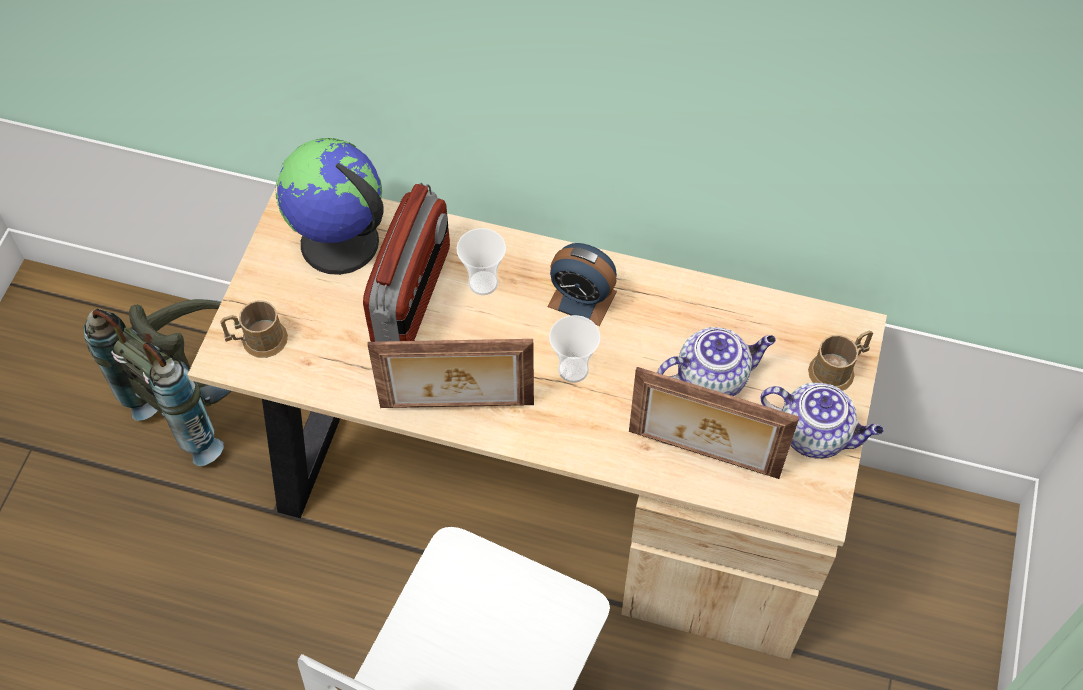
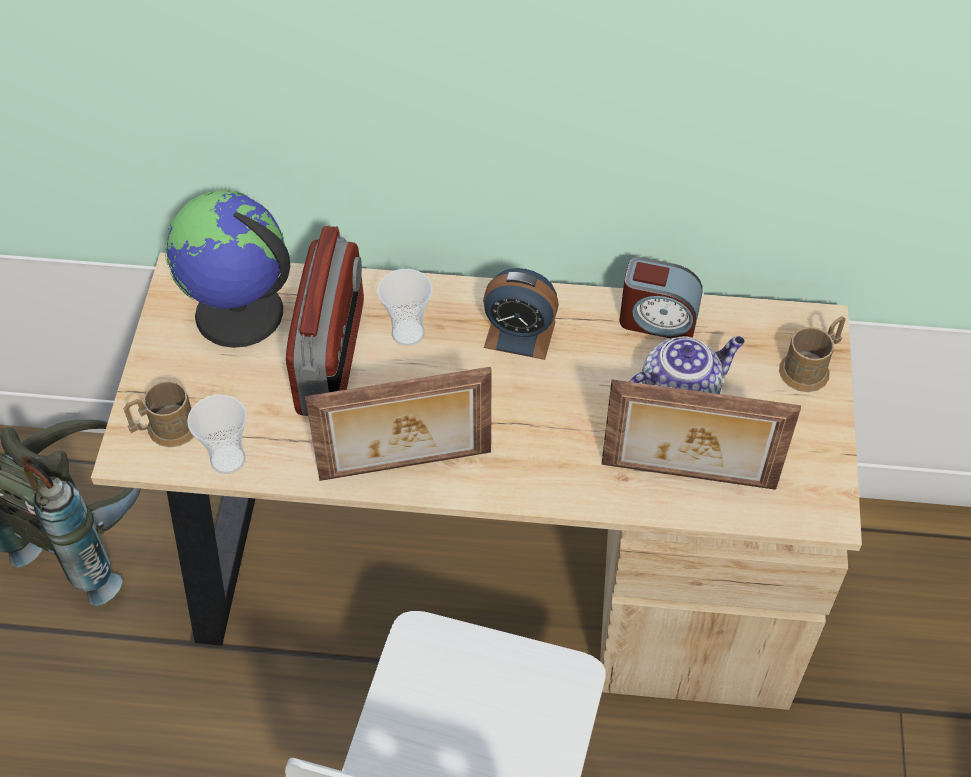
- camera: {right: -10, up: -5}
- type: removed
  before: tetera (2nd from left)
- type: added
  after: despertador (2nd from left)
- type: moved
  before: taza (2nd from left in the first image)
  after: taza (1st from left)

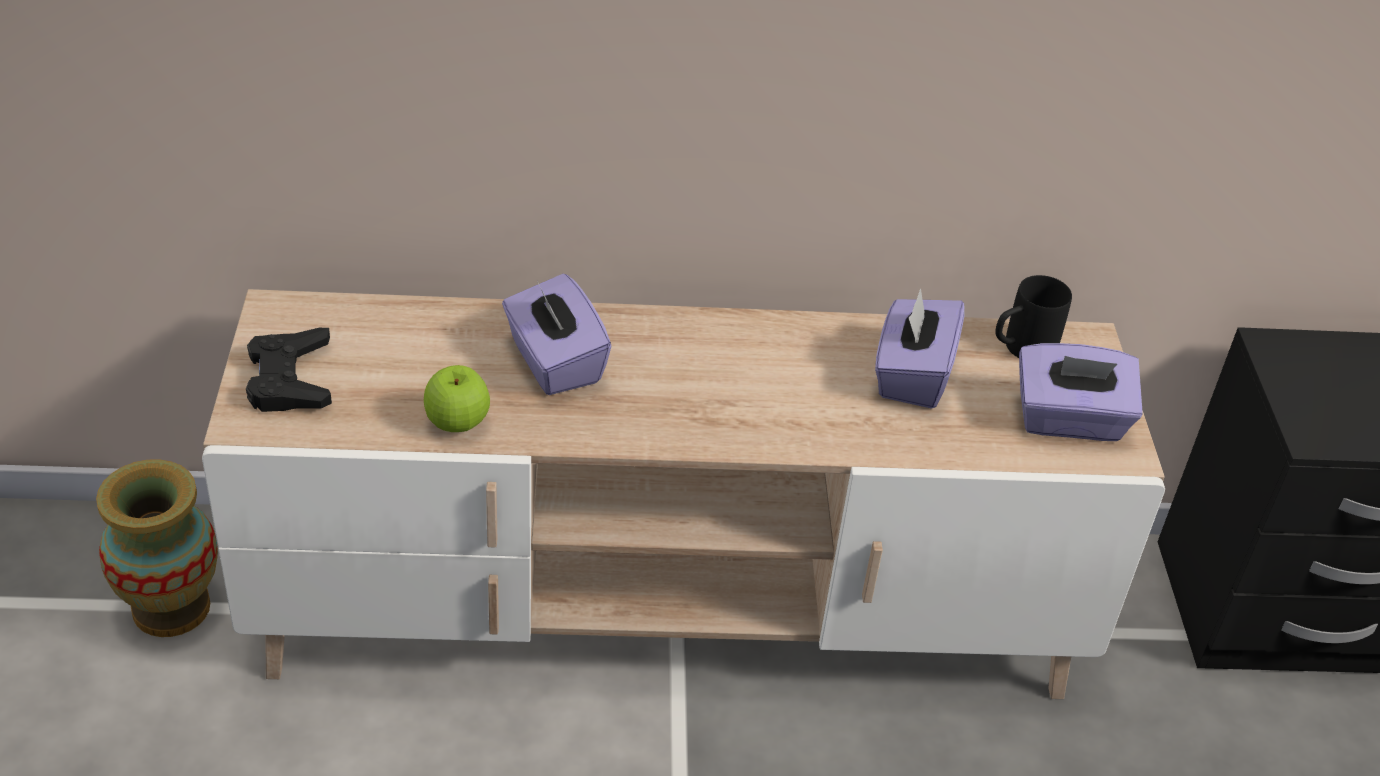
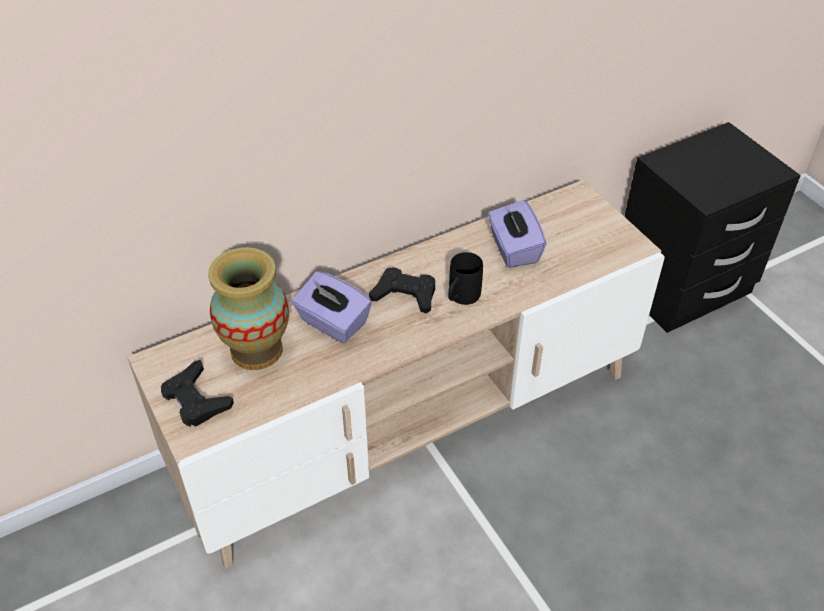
- camera: {right: -25, up: 5}
- type: removed
  before: manzana
- type: removed
  before: caja de pañuelos (morado) (3rd from left)
- type: added
  after: mando de consola (negro) (2nd from left)
- type: moved
  before: florero
- type: moved
  before: taza grande (negro)

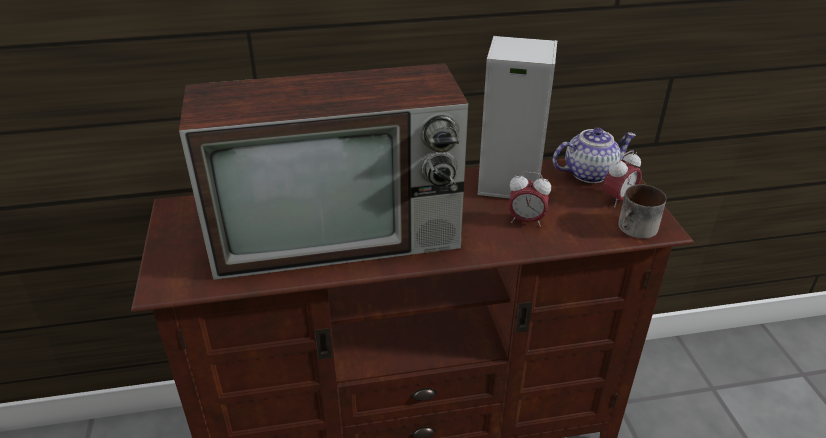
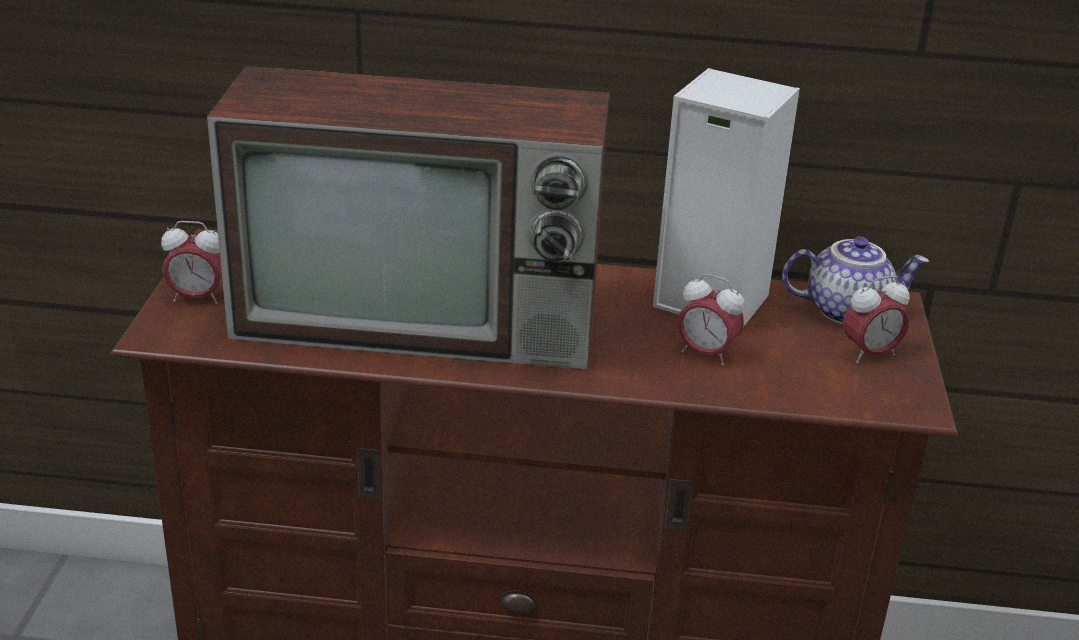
- camera: {right: 15, up: -5}
- type: removed
  before: taza grande
- type: added
  after: despertador (1st from left)

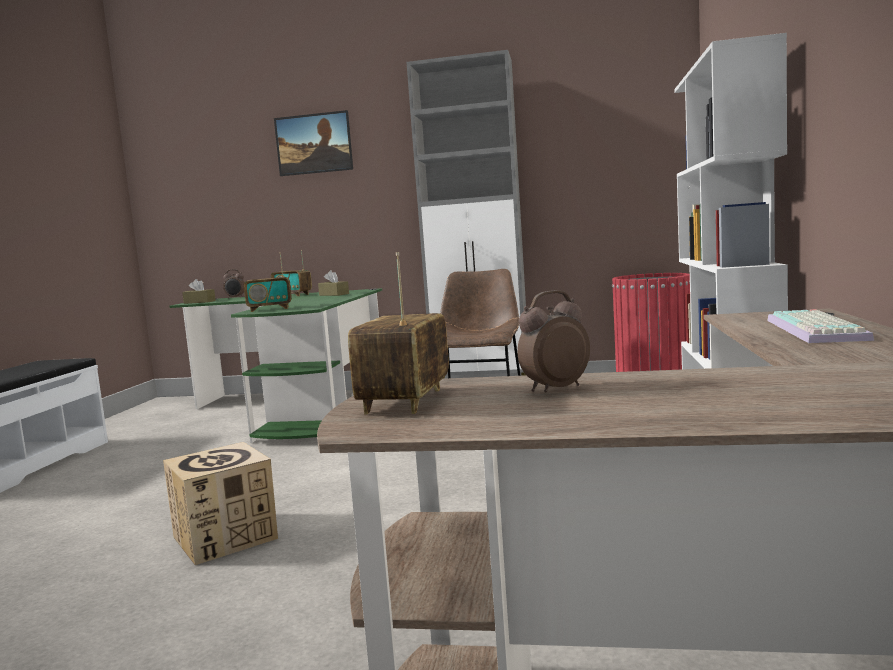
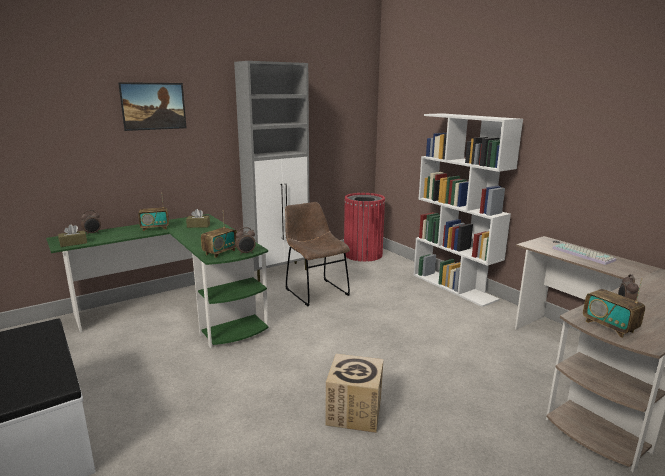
- camera: {right: -45, up: 10}
- type: added
  after: despertador (2nd from left)

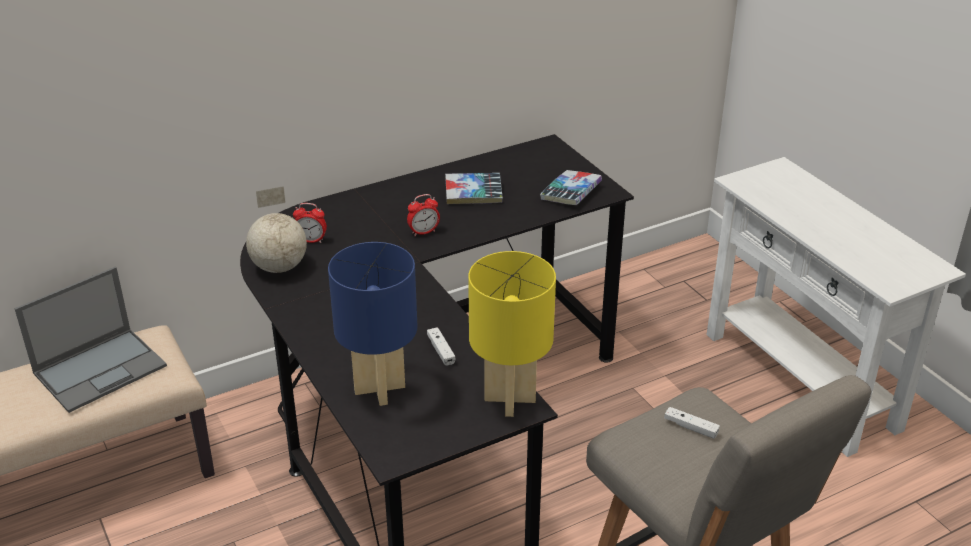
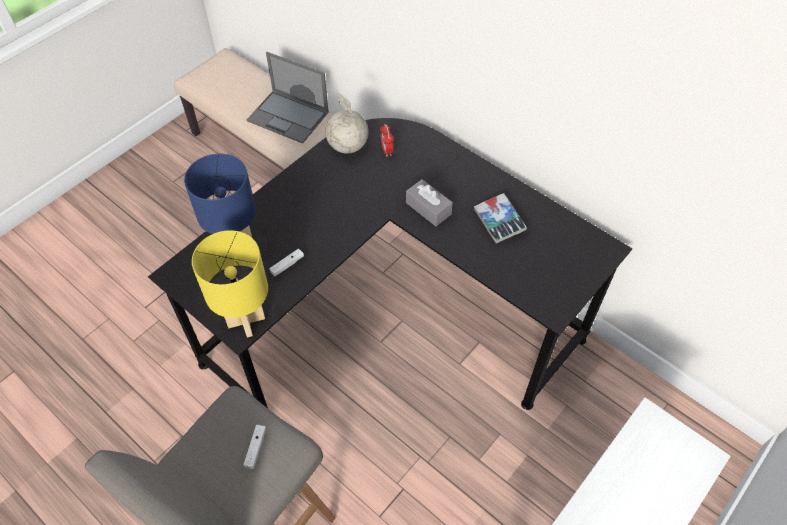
- camera: {right: 70, up: 20}
- type: removed
  before: libro (2nd from left)
- type: replaced
  before: despertador (2nd from left)
  after: caja de pañuelos (gris)

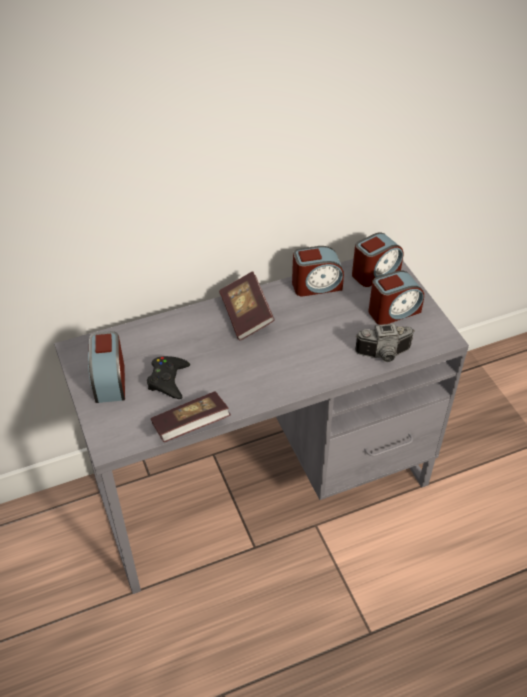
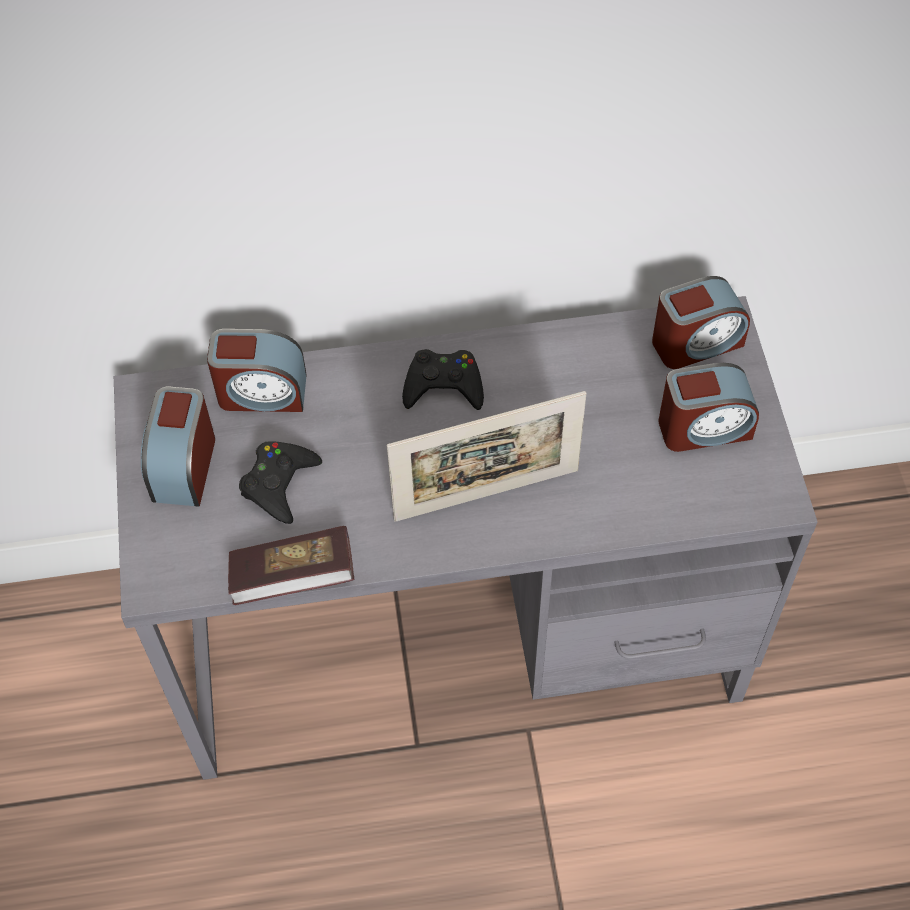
- camera: {right: 15, up: 10}
- type: removed
  before: cámara
- type: added
  after: portarretratos
- type: moved
  before: despertador (2nd from left)
- type: replaced
  before: libro (2nd from left)
  after: mando de consola (negro) (2nd from left)

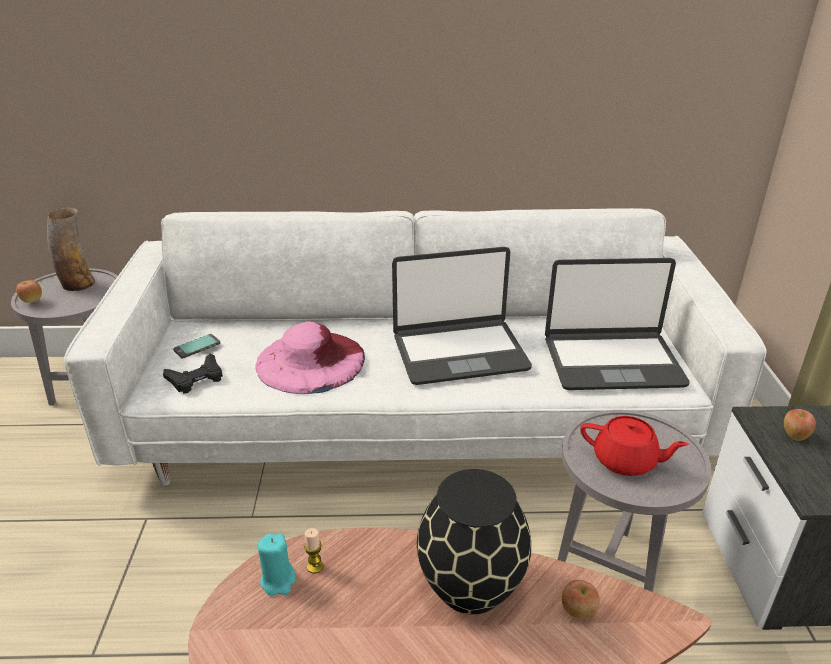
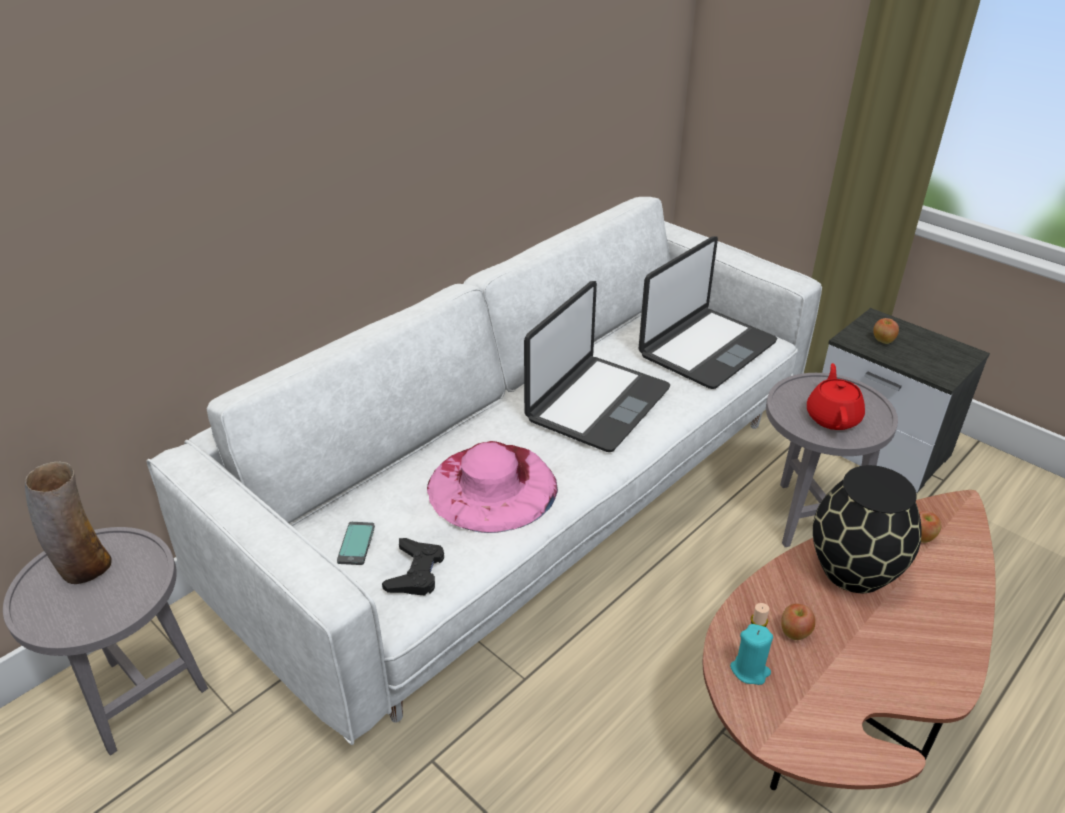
- camera: {right: -45, up: 5}
- type: moved
  before: manzana (1st from left)
- type: turned
  before: tetera (rojo)
  turn: -60

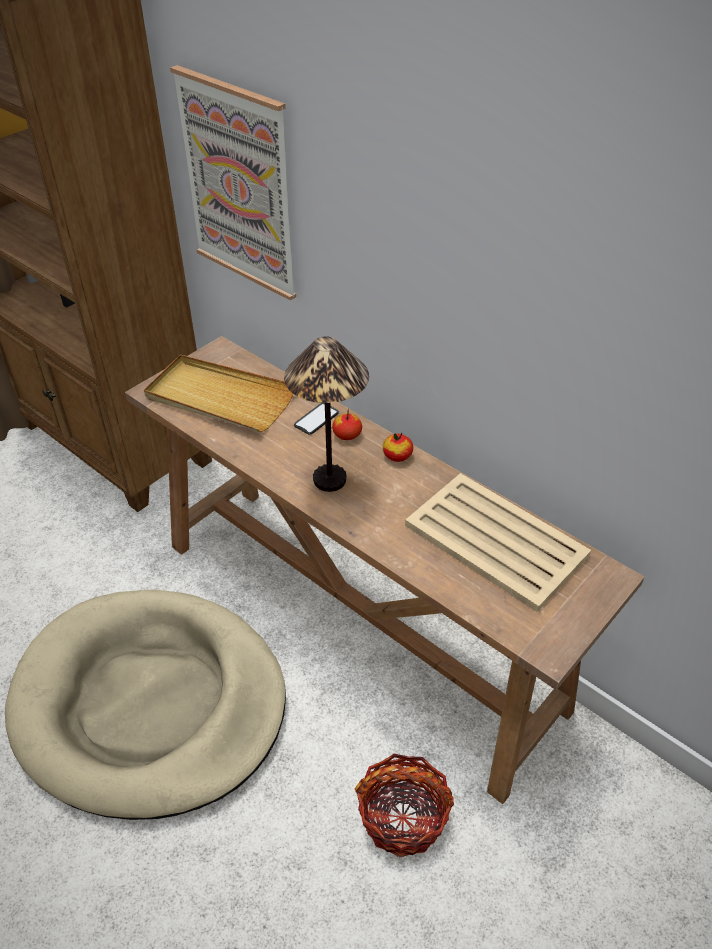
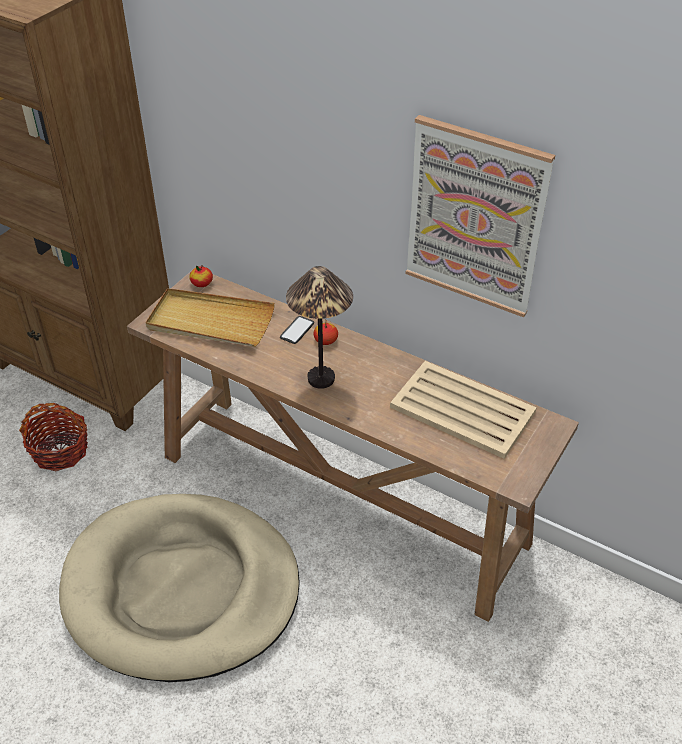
- camera: {right: -10, up: 0}
- type: moved
  before: cuadro
- type: moved
  before: cesta
- type: moved
  before: manzana (2nd from left in the first image)
  after: manzana (1st from left)

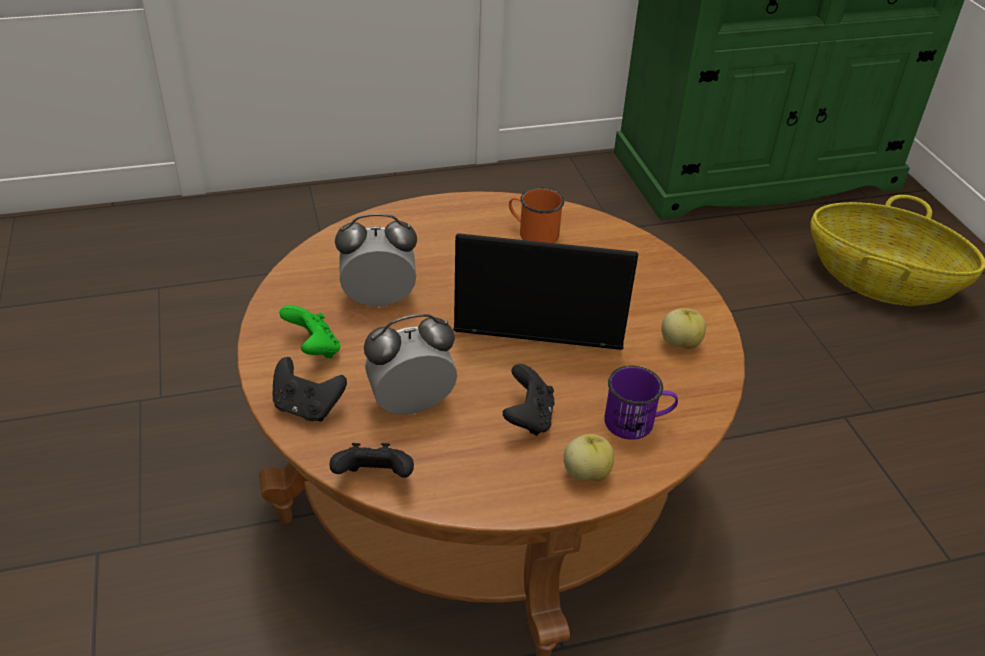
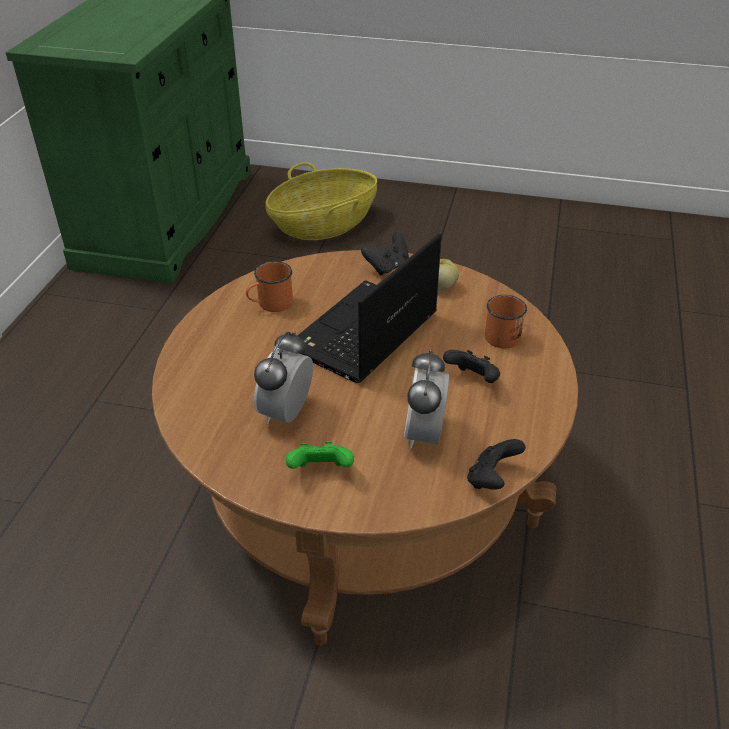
- camera: {right: -60, up: 0}
- type: removed
  before: manzana (1st from left)
- type: moved
  before: mando de consola (negro) (1st from left)
- type: recoloured
  before: taza grande (morado)
  after: taza grande (naranja) (2nd from left)

